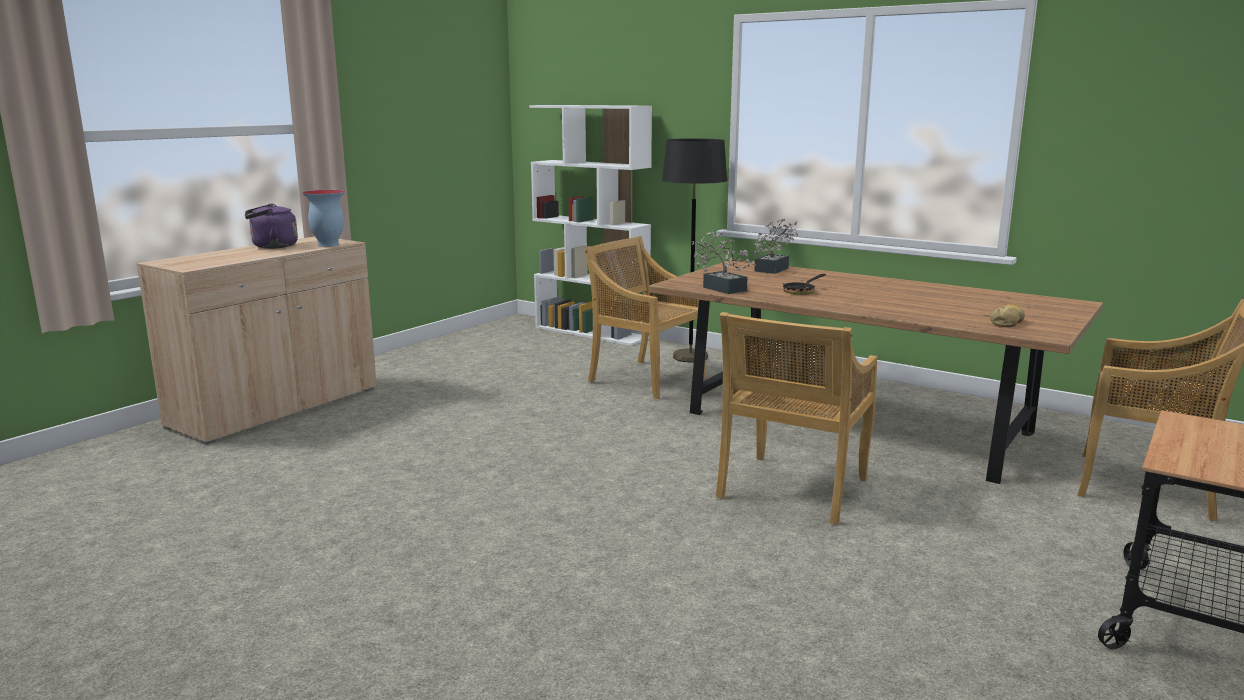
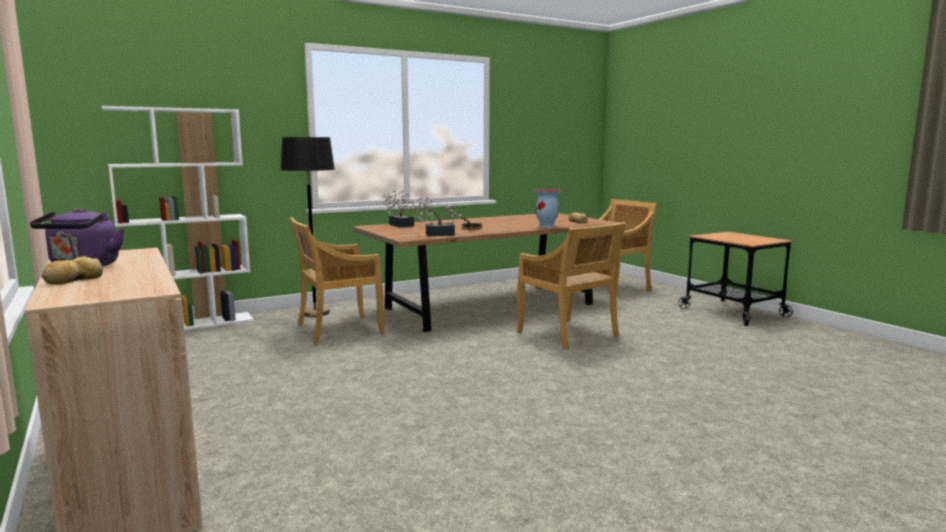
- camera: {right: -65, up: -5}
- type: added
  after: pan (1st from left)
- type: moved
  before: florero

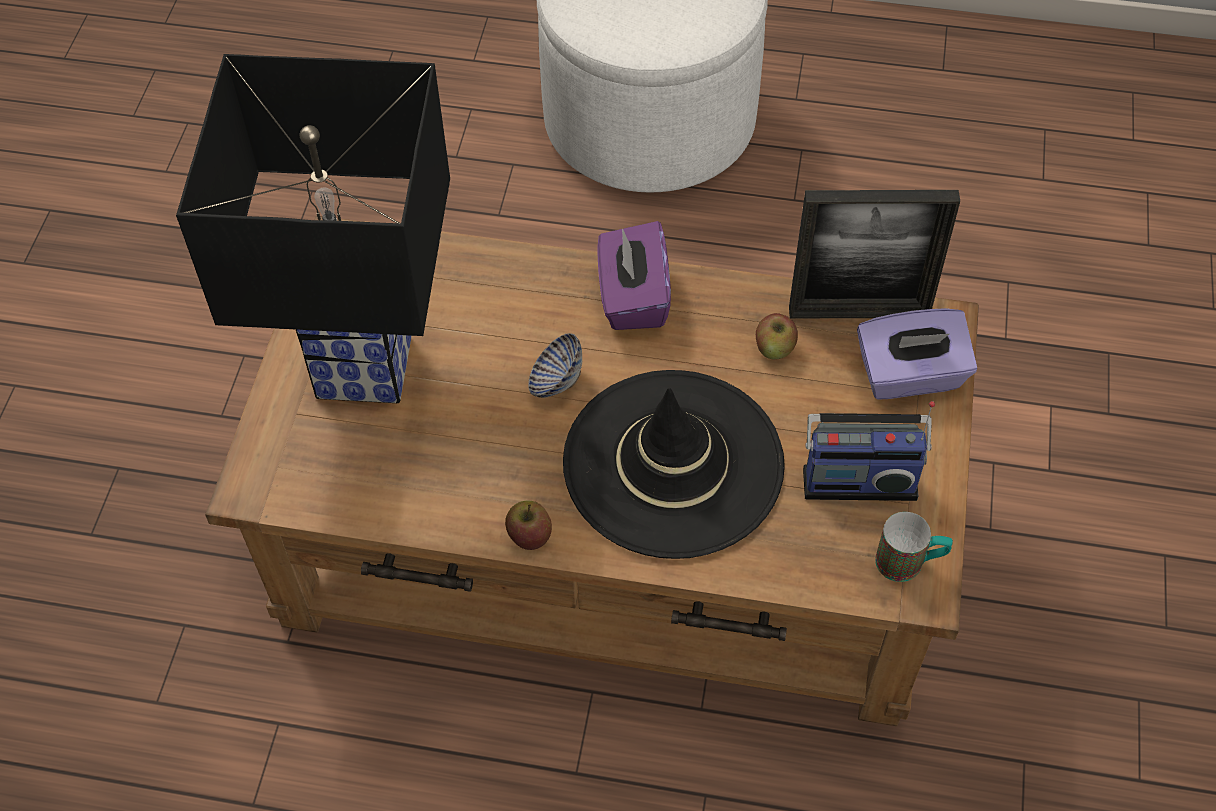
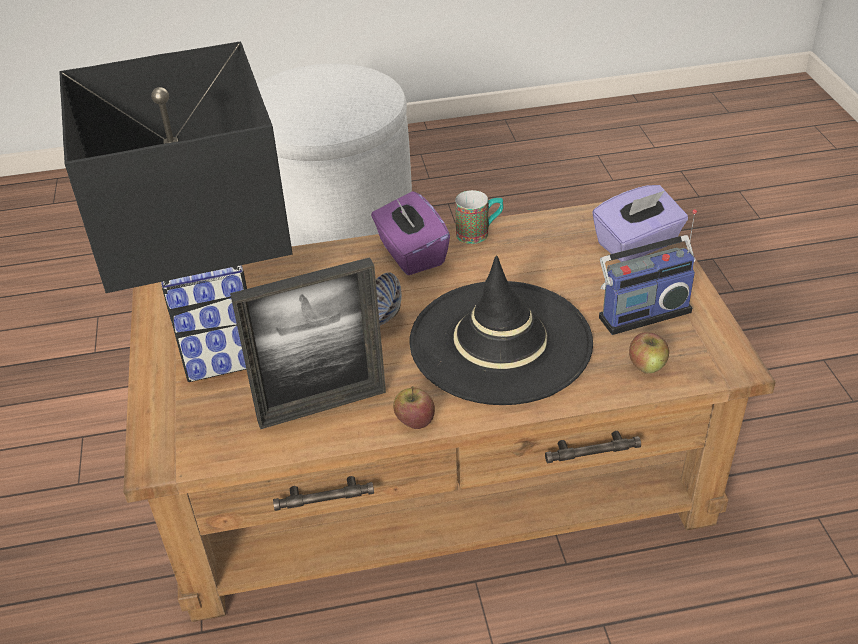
- camera: {right: -20, up: -15}
- type: moved
  before: manzana (2nd from left)
- type: moved
  before: portarretratos
- type: moved
  before: taza grande

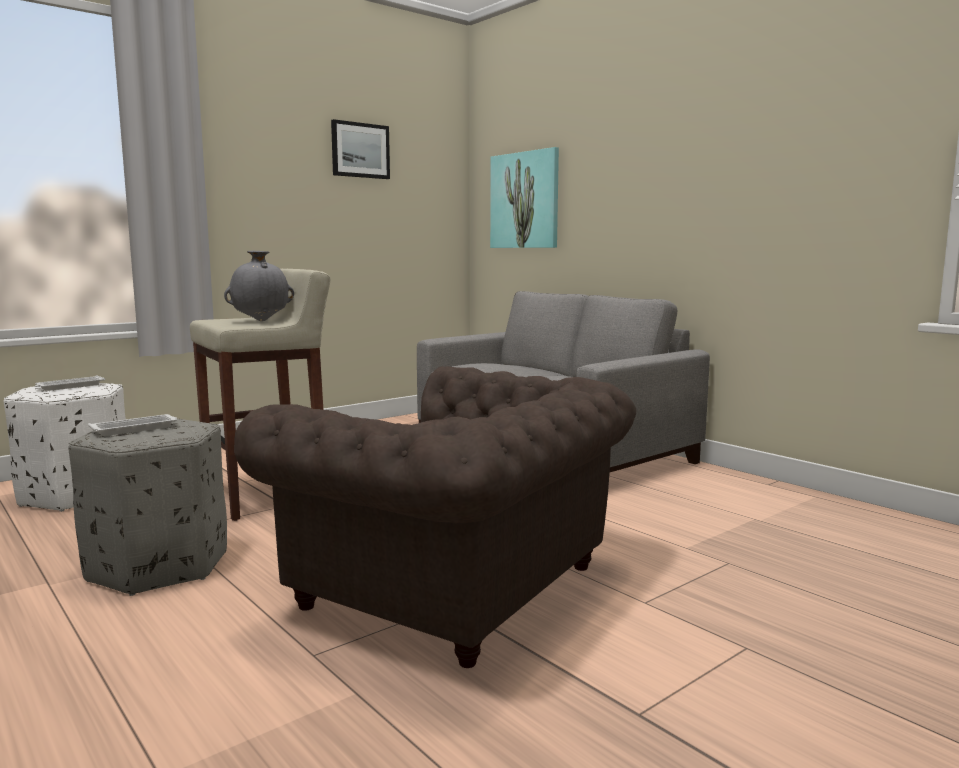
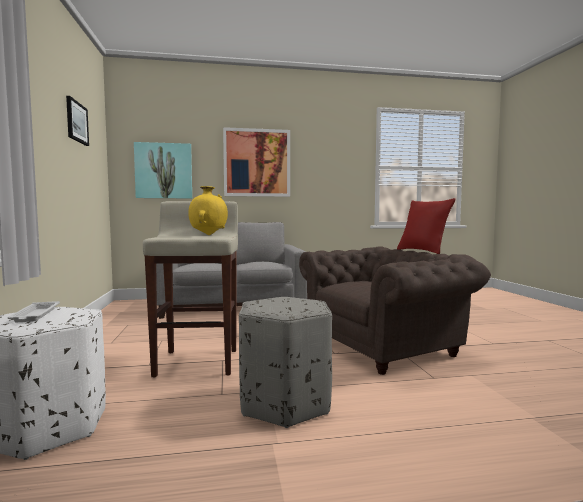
- camera: {right: -60, up: -5}
- type: removed
  before: bandeja (blanco) (2nd from left)
- type: added
  after: cuadro (3rd from left)
- type: added
  after: cojín (rojo)
- type: recoloured
  before: florero (gris)
  after: florero (amarillo)

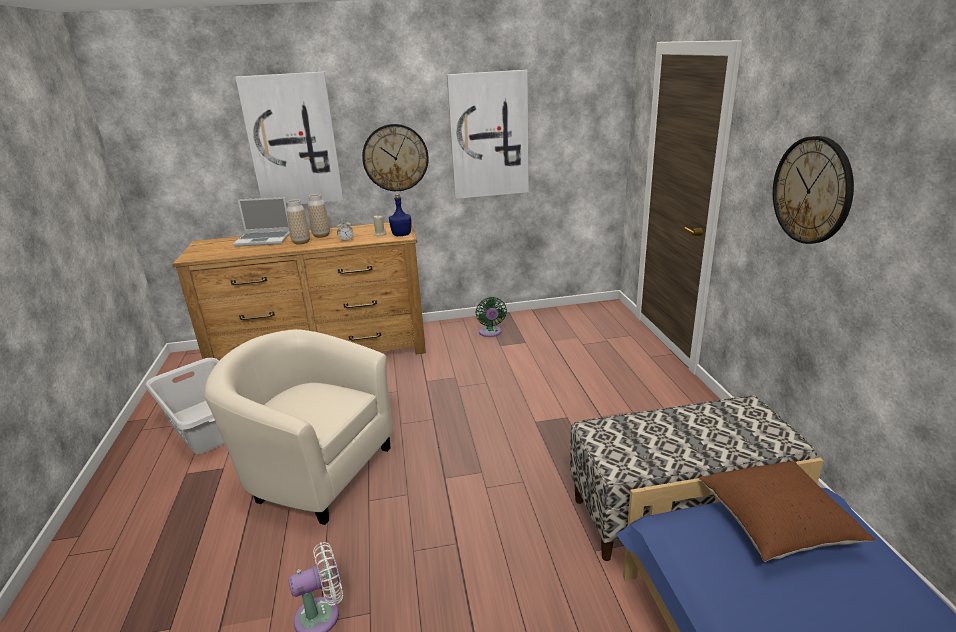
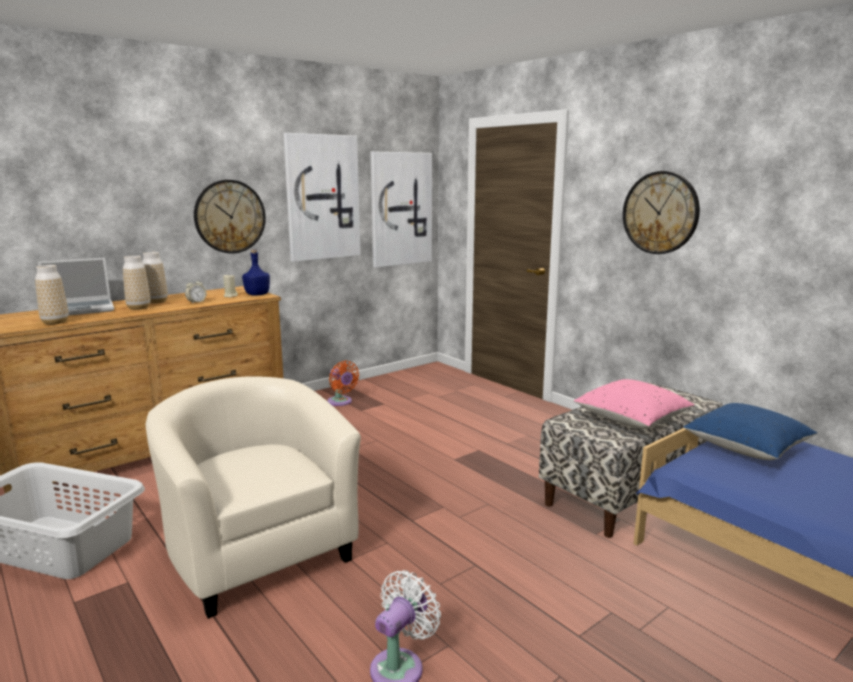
- camera: {right: -30, up: -10}
- type: added
  after: florero (1st from left)
- type: added
  after: cojín (rosa)
- type: moved
  before: cuadro (1st from left in the first image)
  after: cuadro (2nd from left)
- type: recoloured
  before: ventilador (verde)
  after: ventilador (naranja)
- type: recoloured
  before: cojín (marrón)
  after: cojín (azul)
- type: turned
  before: sillón (beis)
  turn: 60

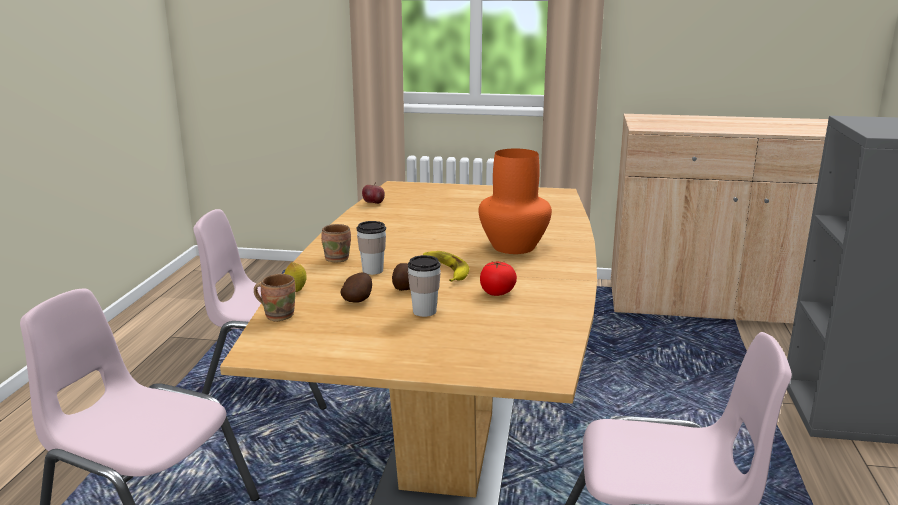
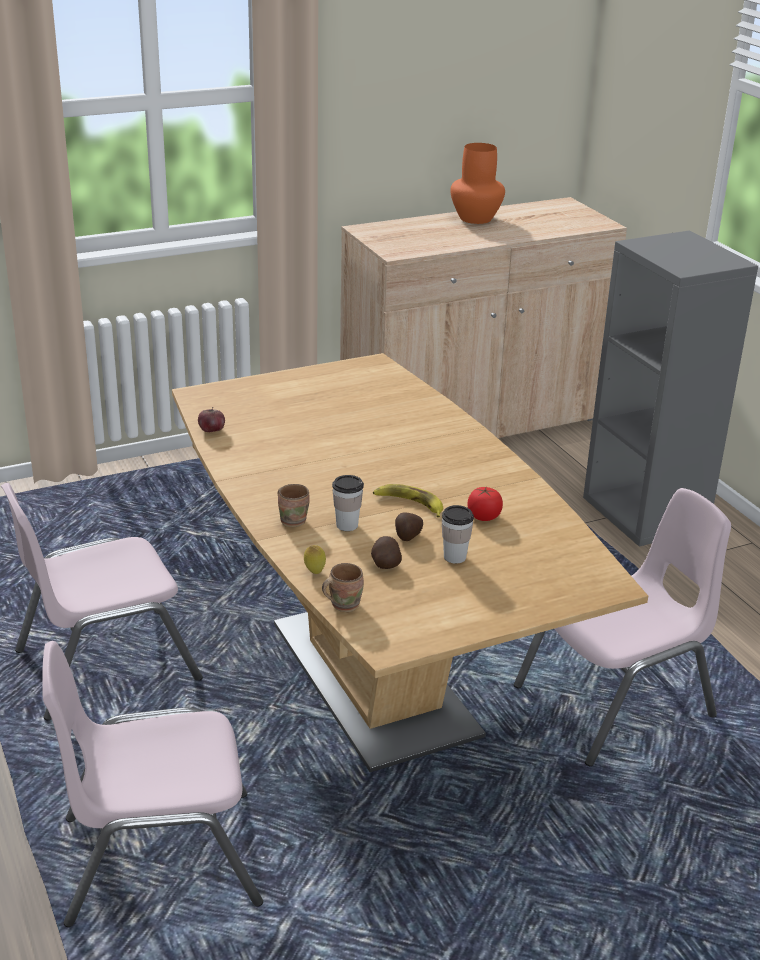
- camera: {right: -35, up: 10}
- type: moved
  before: florero (naranja)

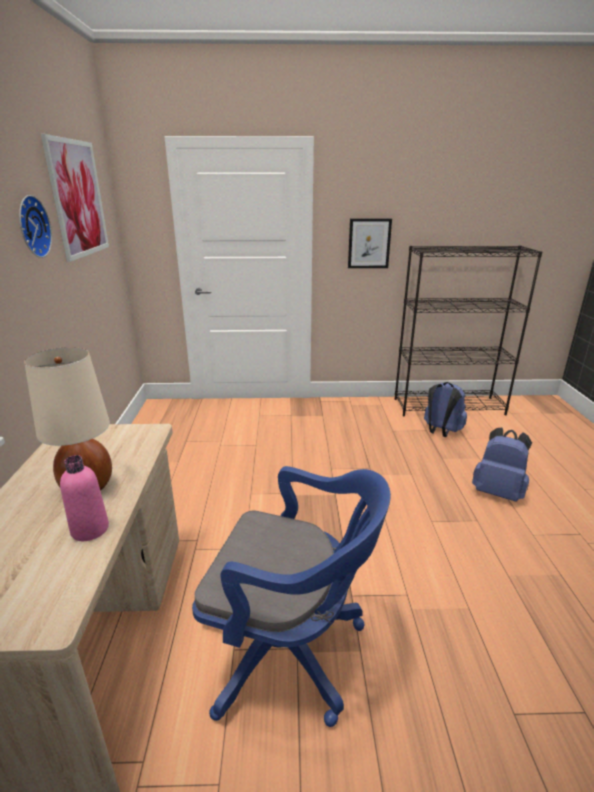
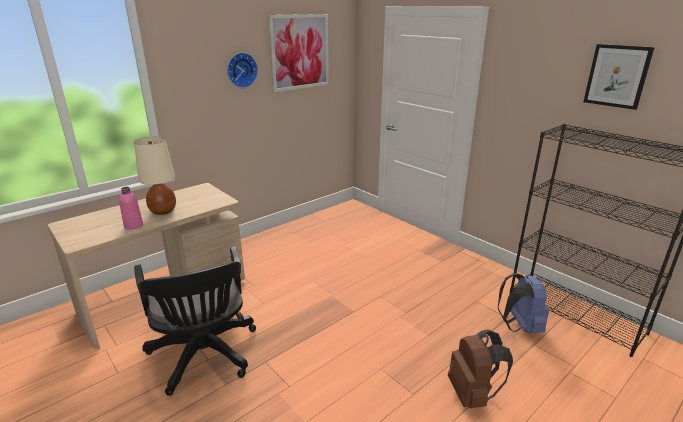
- camera: {right: 50, up: 0}
- type: moved
  before: cuadro (2nd from left)
- type: recoloured
  before: silla de oficina (azul)
  after: silla de oficina (negro)
- type: recoloured
  before: mochila (azul) (2nd from left)
  after: mochila (marrón)

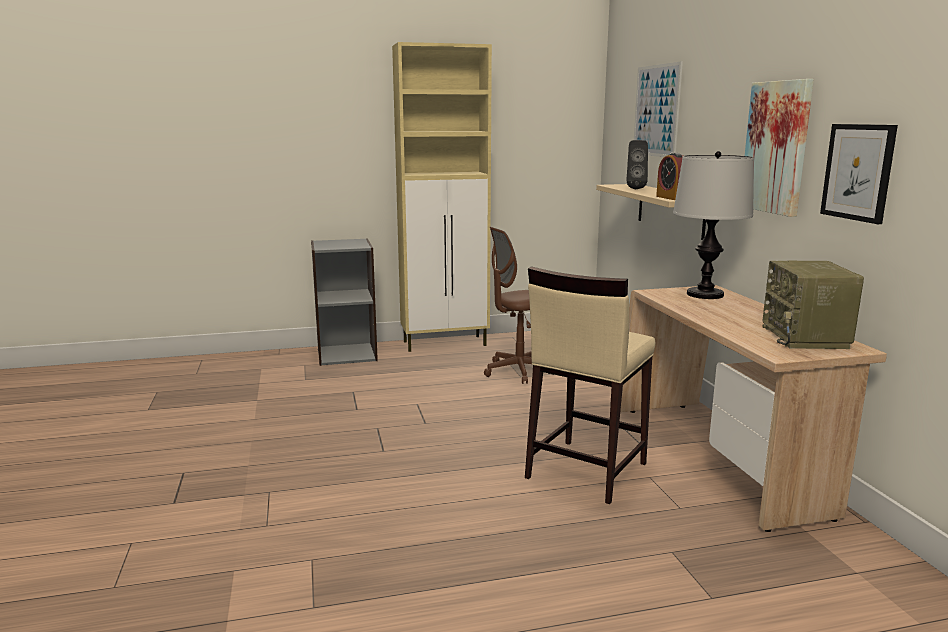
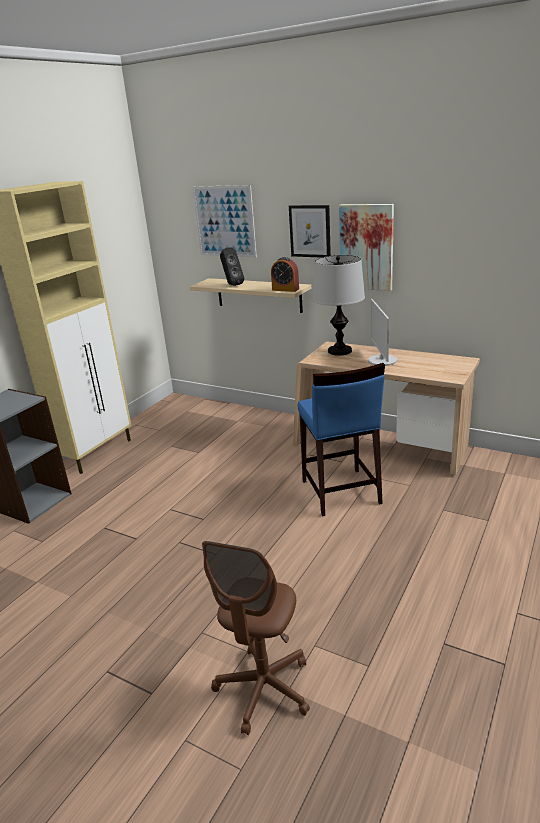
- camera: {right: -45, up: 10}
- type: removed
  before: radio
- type: added
  after: monitor
- type: moved
  before: silla de oficina (marrón)
- type: moved
  before: cuadro (3rd from left in the first image)
  after: cuadro (2nd from left)
- type: recoloured
  before: taburete (beis)
  after: taburete (azul)

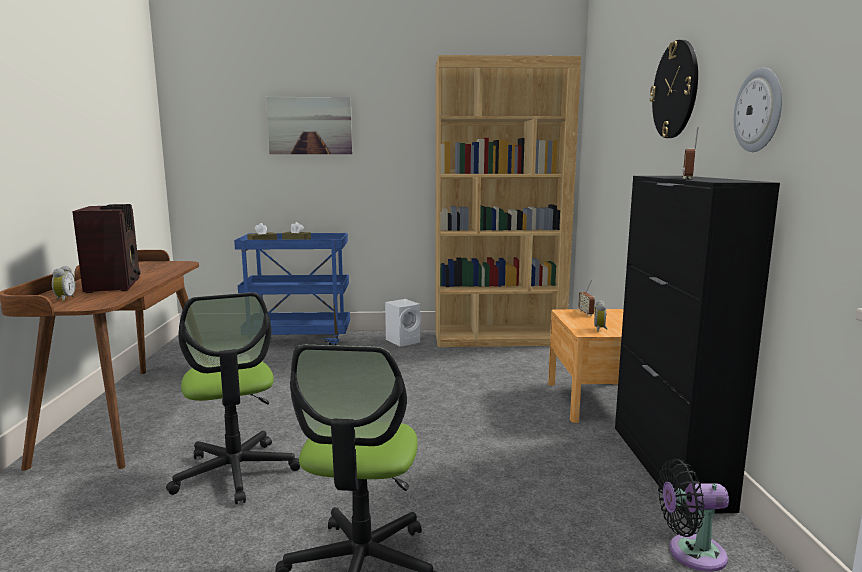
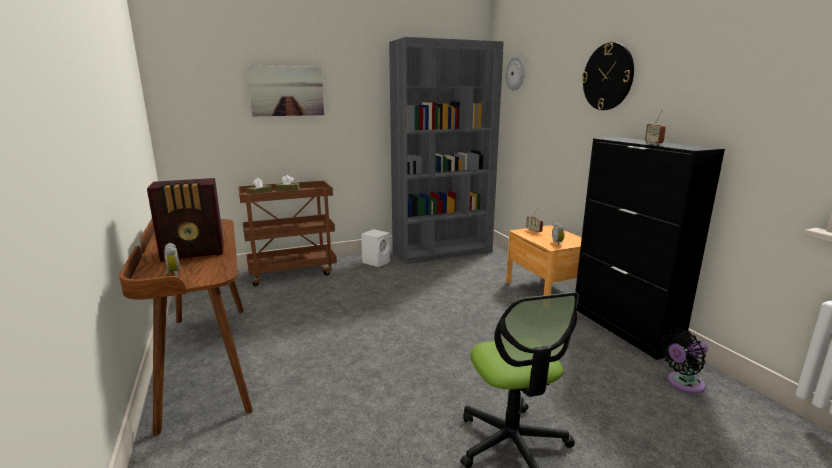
- camera: {right: -20, up: 5}
- type: removed
  before: silla de oficina (1st from left)
- type: moved
  before: reloj de pared (2nd from left in the first image)
  after: reloj de pared (1st from left)
- type: recoloured
  before: carrito (azul)
  after: carrito (marrón)
- type: recoloured
  before: estantería (marrón)
  after: estantería (gris)
- type: turned
  before: radio (1st from left)
  turn: 105

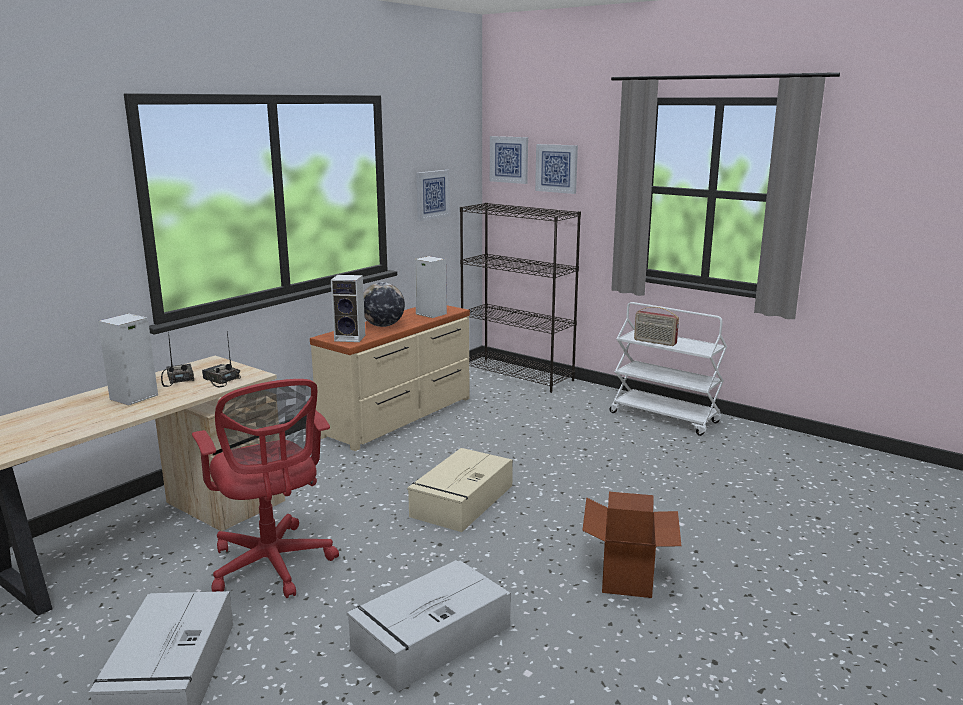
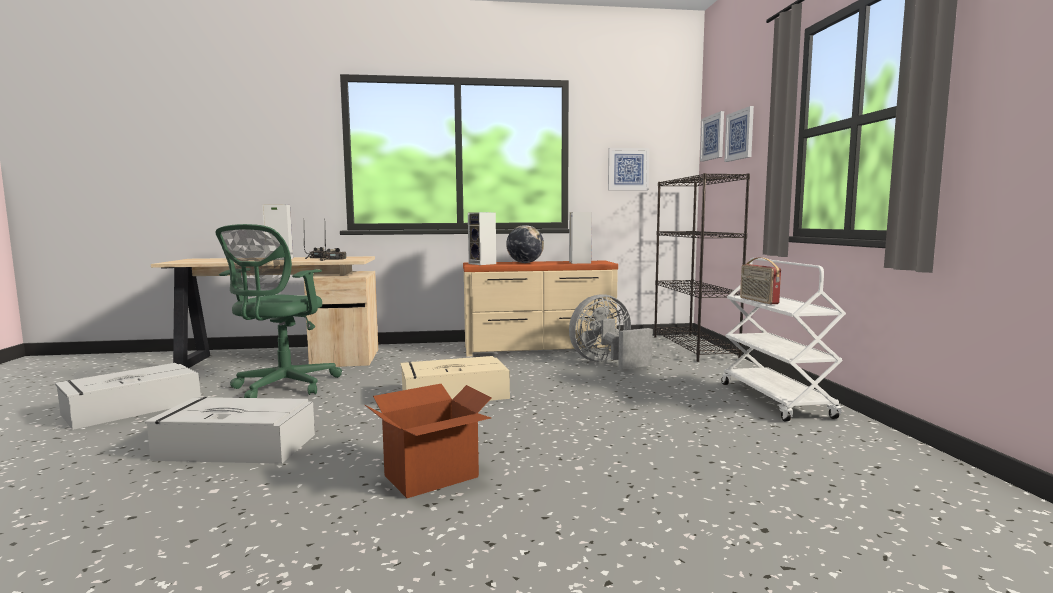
- camera: {right: 45, up: -10}
- type: added
  after: ventilador (gris)
- type: recoloured
  before: silla de oficina (rojo)
  after: silla de oficina (verde)

